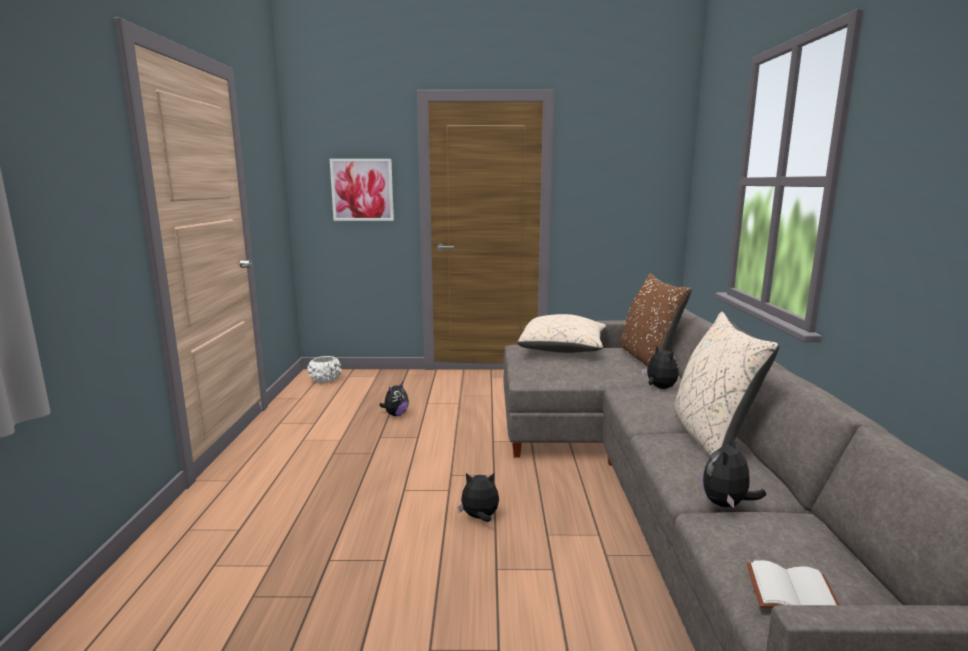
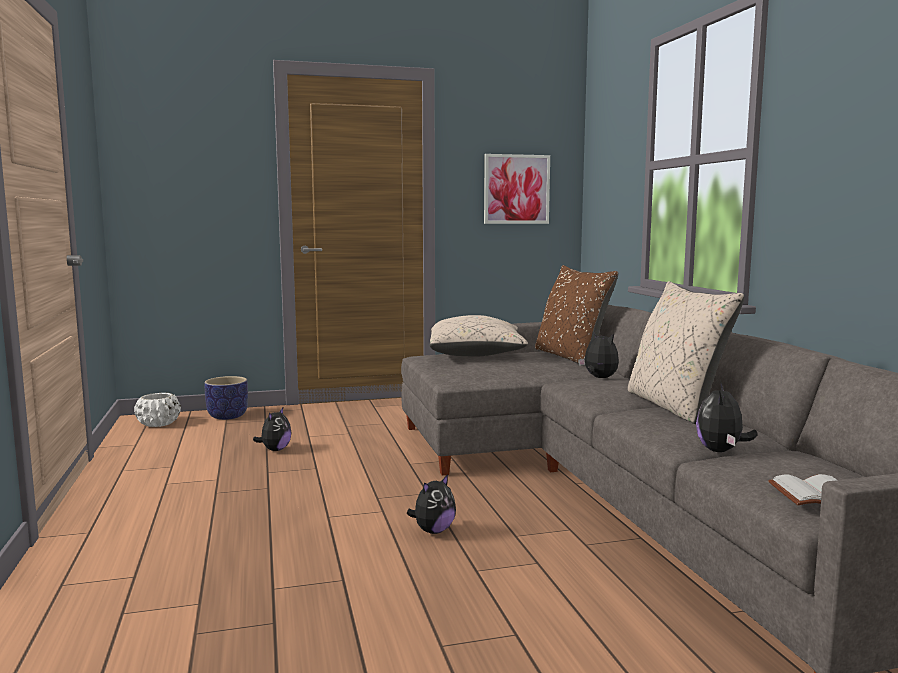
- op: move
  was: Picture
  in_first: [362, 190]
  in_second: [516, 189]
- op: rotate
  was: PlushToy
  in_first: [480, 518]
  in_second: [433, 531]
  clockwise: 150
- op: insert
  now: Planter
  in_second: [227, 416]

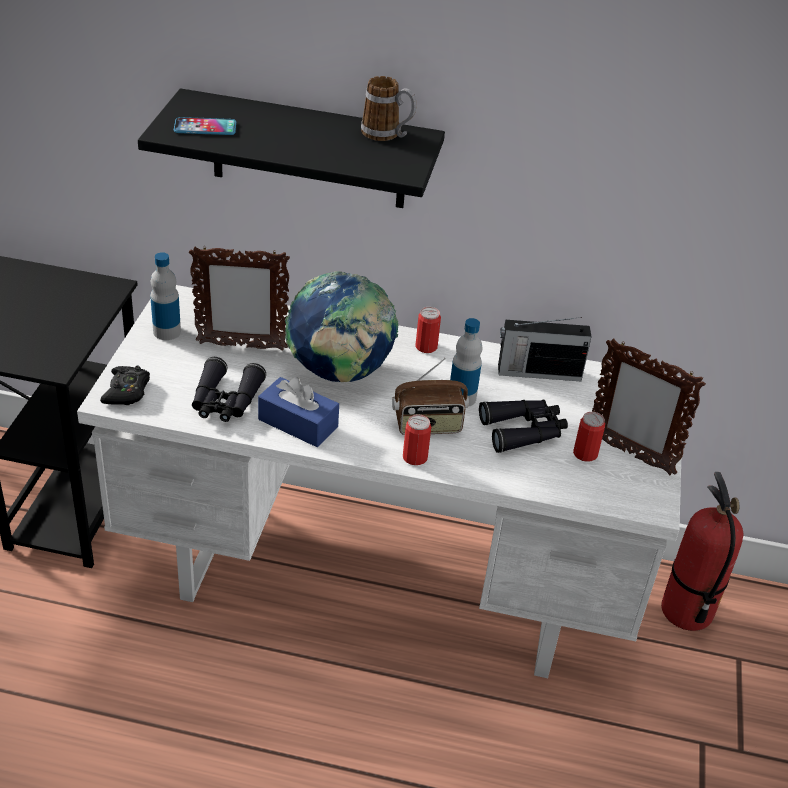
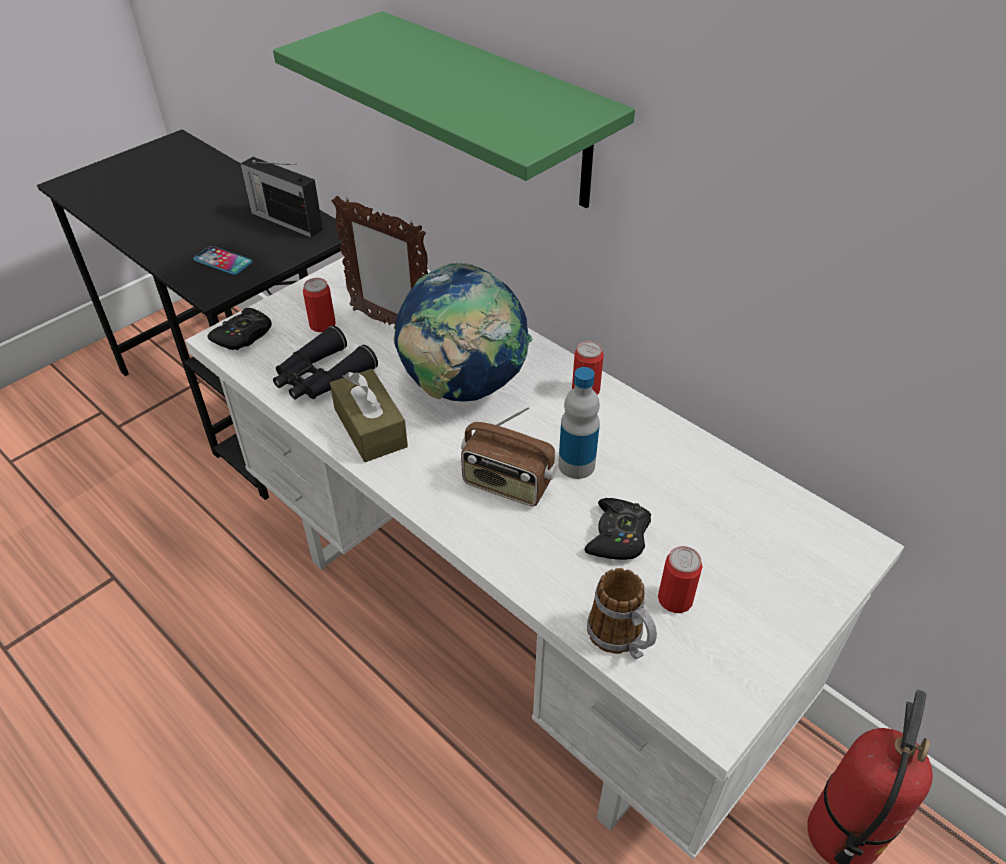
- op: recolor
  was: BlackShelf
  now: GreenShelf
  in_first: [309, 150]
  in_second: [497, 111]
- op: delete
  was: Bottle
  in_first: [167, 331]
- op: move
  was: Phone
  in_first: [205, 127]
  in_second: [223, 261]
- op: recolor
  was: BlueTissueBox
  now: BrownTissueBox
  in_first: [298, 423]
  in_second: [370, 428]
- op: move
  was: Mug
  in_first: [387, 135]
  in_second: [621, 640]
- op: move
  was: Can
  in_first: [415, 457]
  in_second: [322, 325]
- op: replace
  was: BlackBinoculars
  now: BlackGameController
  in_first: [523, 431]
  in_second: [618, 536]
- op: move
  was: Radio
  in_first: [537, 372]
  in_second: [285, 220]
- op: delete
  was: PictureFrame
  in_first: [630, 454]

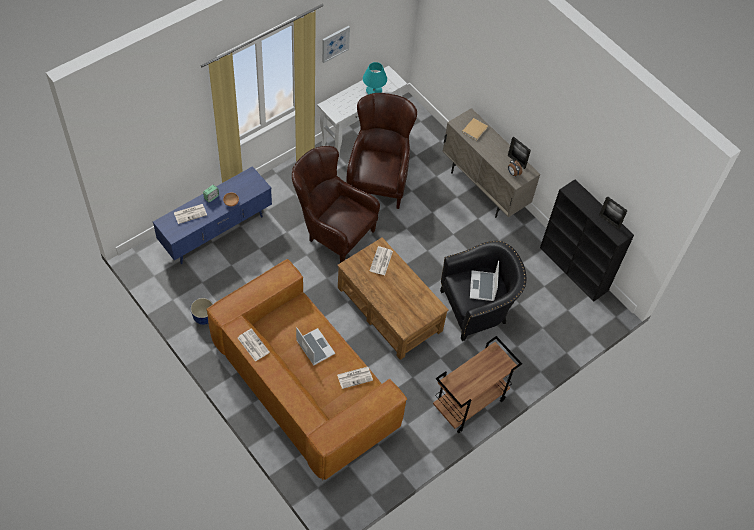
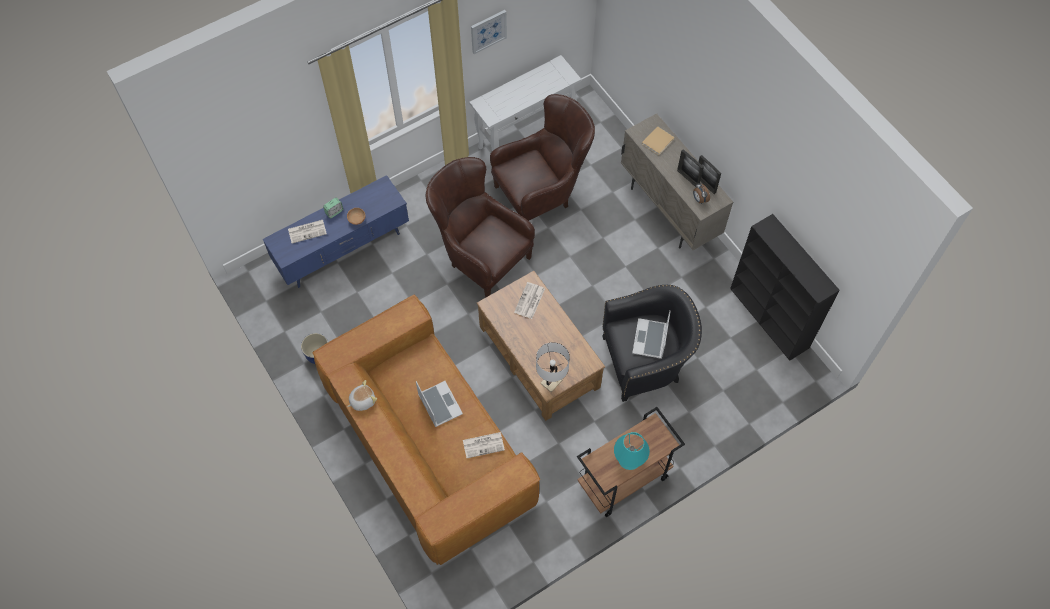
- op: replace
  was: Newspaper
  now: PlushToy
  in_first: [253, 345]
  in_second: [362, 400]
- op: rotate
  was: BrownArmchair
  in_first: [378, 179]
  in_second: [542, 193]
  clockwise: 45
- op: move
  was: TurquoiseTableLamp
  in_first: [373, 91]
  in_second: [629, 459]
- op: move
  was: PictureFrame
  in_first: [609, 221]
  in_second: [687, 178]
- op: insert
  now: WhiteTableLamp
  in_second: [551, 382]

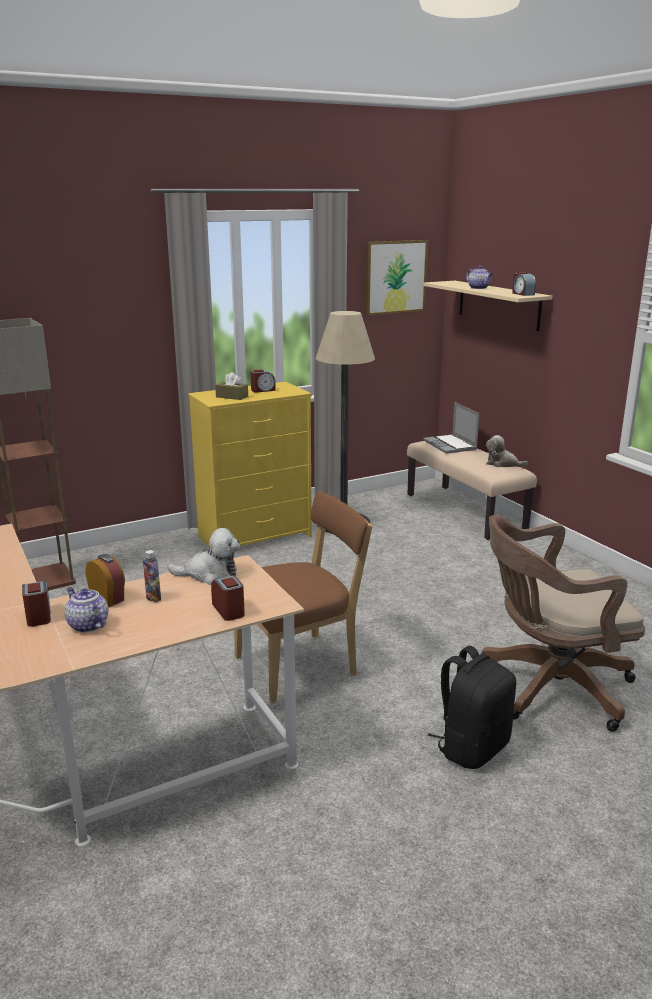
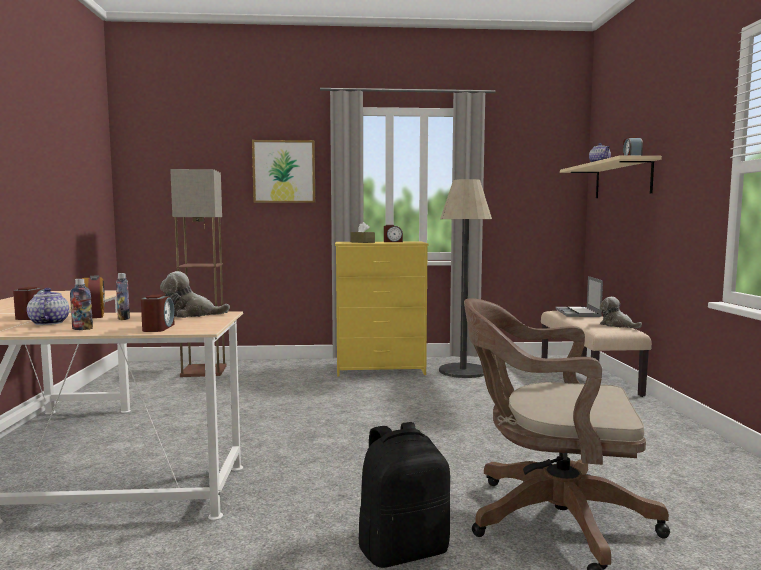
- op: rotate
  was: PlushToy
  in_first: [210, 574]
  in_second: [191, 315]
  clockwise: 150
- op: delete
  was: BrownChair
  in_first: [301, 665]
- op: move
  was: Picture
  in_first: [395, 277]
  in_second: [284, 171]
- op: insert
  now: Bottle
  in_second: [82, 329]

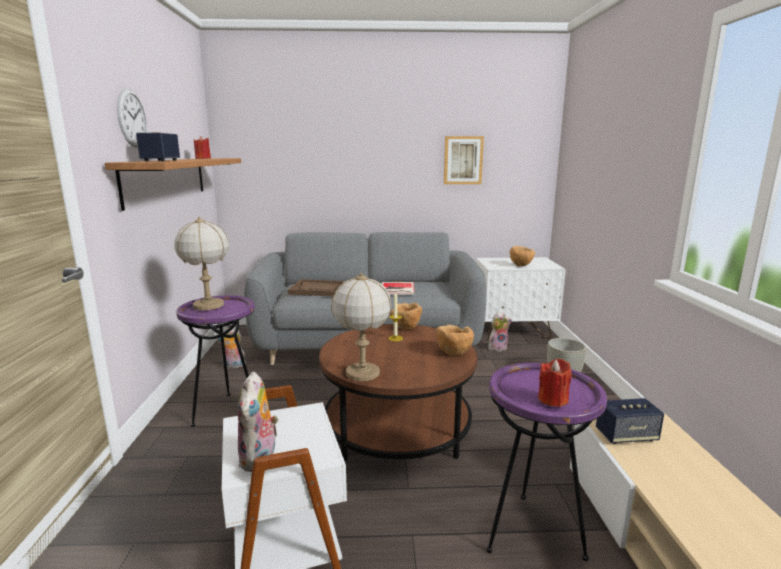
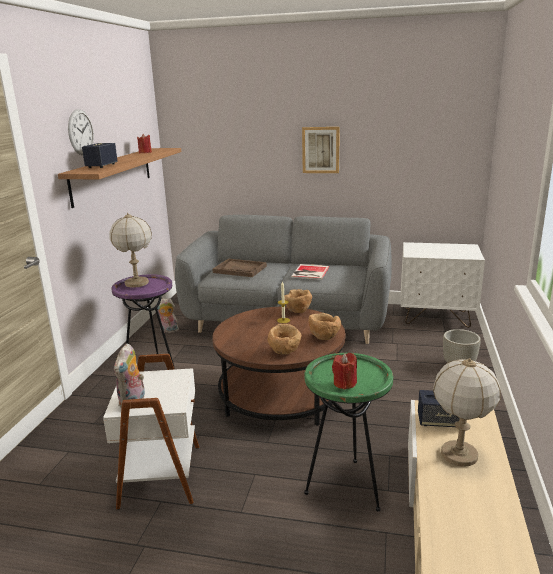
- op: move
  was: TableLamp
  in_first: [362, 373]
  in_second: [459, 454]
- op: move
  was: Picture
  in_first: [463, 160]
  in_second: [321, 150]
- op: recolor
  was: PurpleSideTable
  now: GreenSideTable
  in_first: [531, 534]
  in_second: [346, 487]
- op: delete
  was: PlushToy
  in_first: [497, 348]
- op: move
  was: BrownBowl
  in_first: [521, 266]
  in_second: [285, 352]

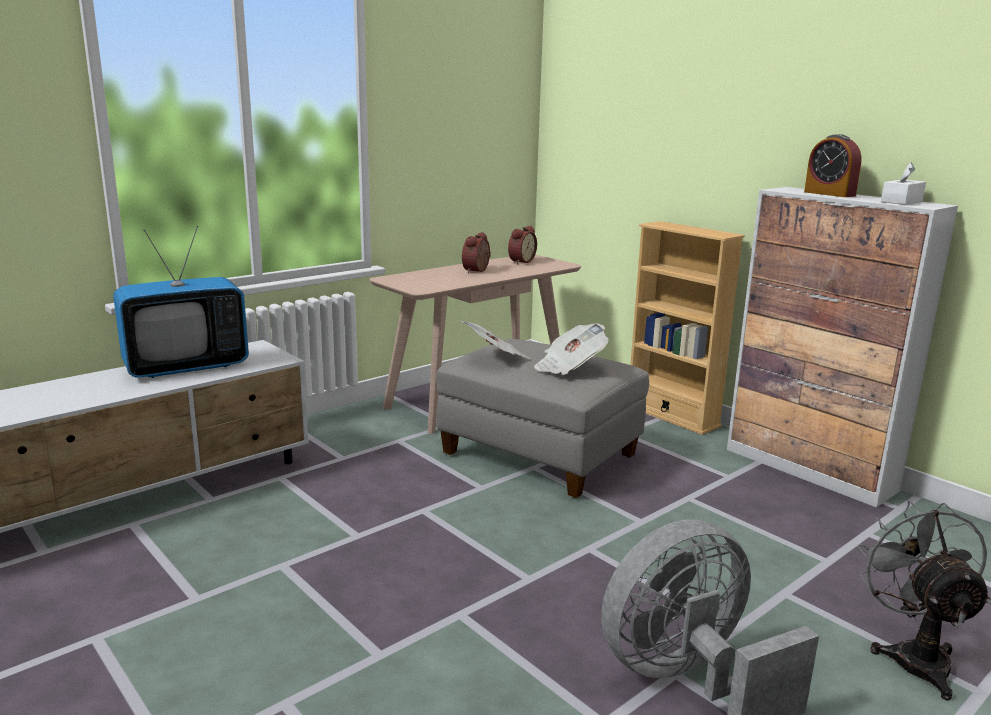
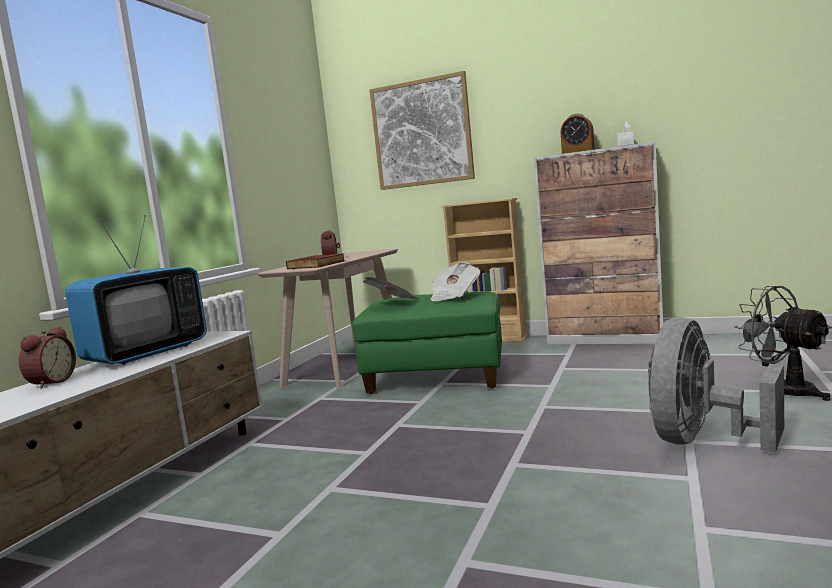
- op: recolor
  was: GreyOttoman
  now: GreenOttoman
  in_first: [541, 455]
  in_second: [437, 376]
- op: move
  was: AlarmClock
  in_first: [520, 261]
  in_second: [50, 383]
- op: insert
  now: Book
  in_second: [317, 265]
- op: insert
  now: Picture
  in_second: [422, 133]

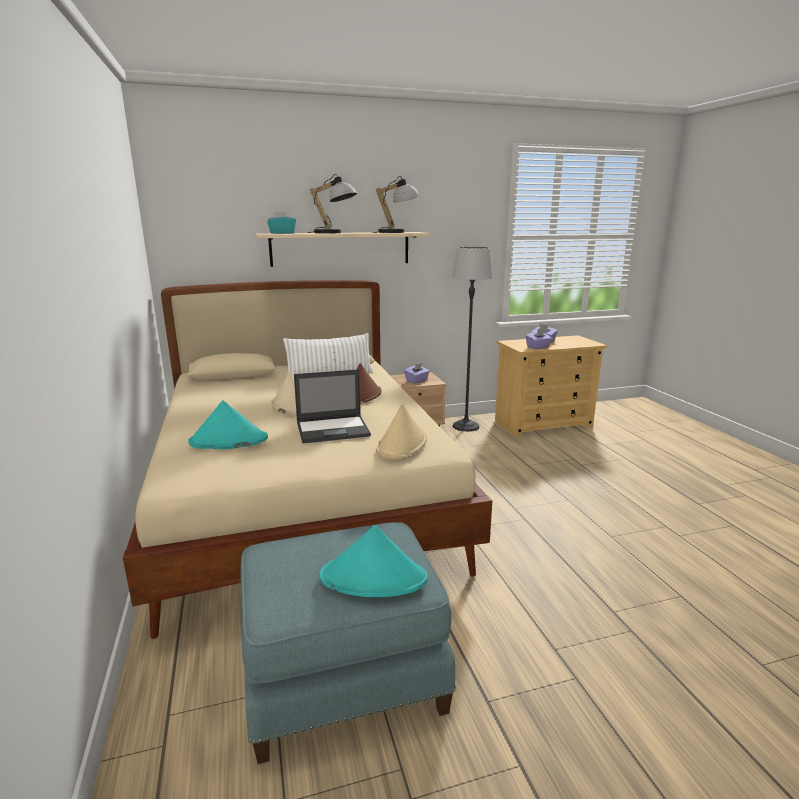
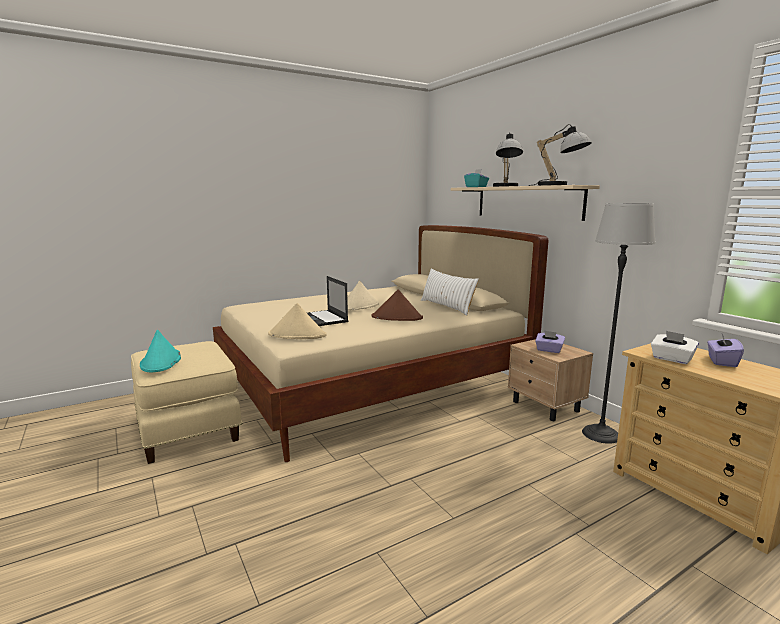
- op: delete
  was: TurquoiseHat
  in_first: [228, 441]
- op: recolor
  was: BlueOttoman
  now: BeigeOttoman
  in_first: [343, 675]
  in_second: [189, 428]
- op: recolor
  was: PurpleTissueBox
  now: WhiteTissueBox
  in_first: [538, 347]
  in_second: [671, 359]

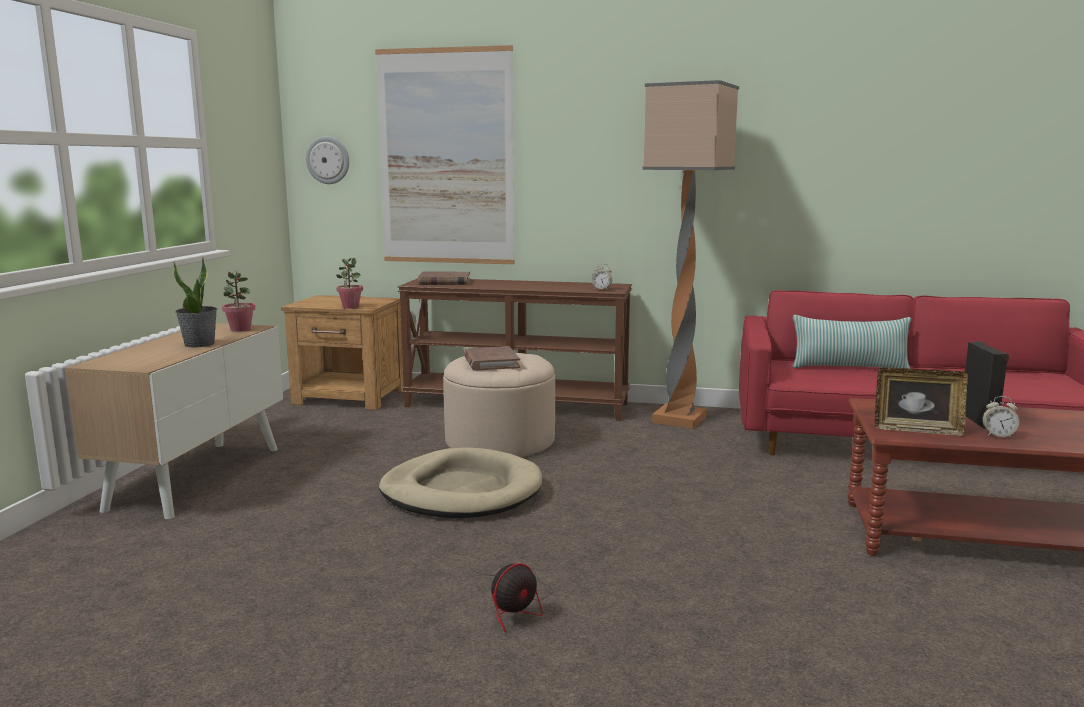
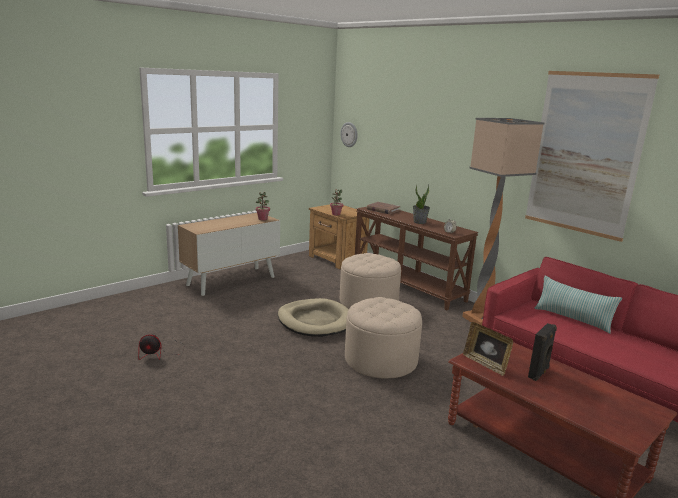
- op: move
  was: PottedPlant
  in_first: [200, 344]
  in_second: [419, 222]
- op: move
  was: Picture
  in_first: [446, 158]
  in_second: [585, 154]
- op: delete
  was: BrownBook
  in_first: [491, 362]
- op: move
  was: Fan
  in_first: [516, 605]
  in_second: [160, 353]
- op: delete
  was: AlarmClock
  in_first: [998, 435]
- op: insert
  now: BeigeOttoman
  in_second: [380, 360]

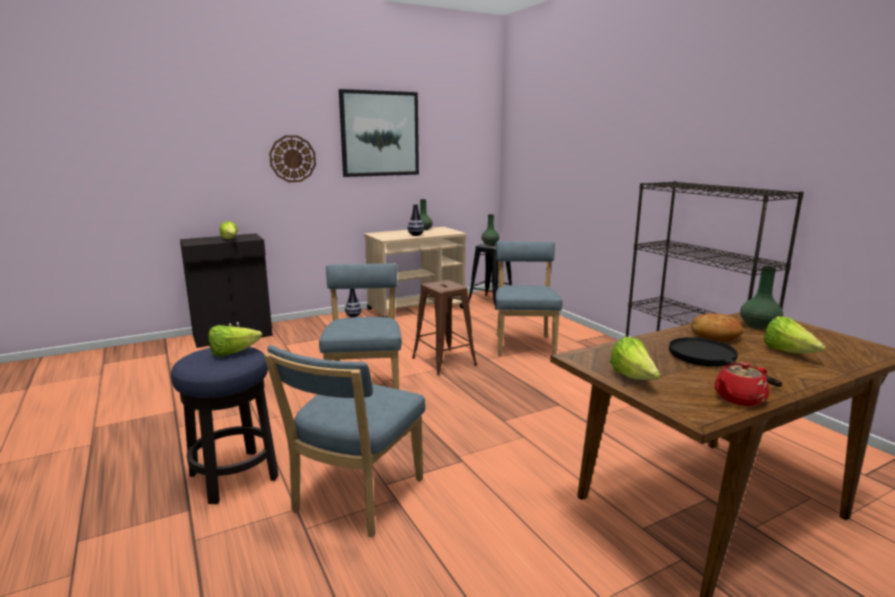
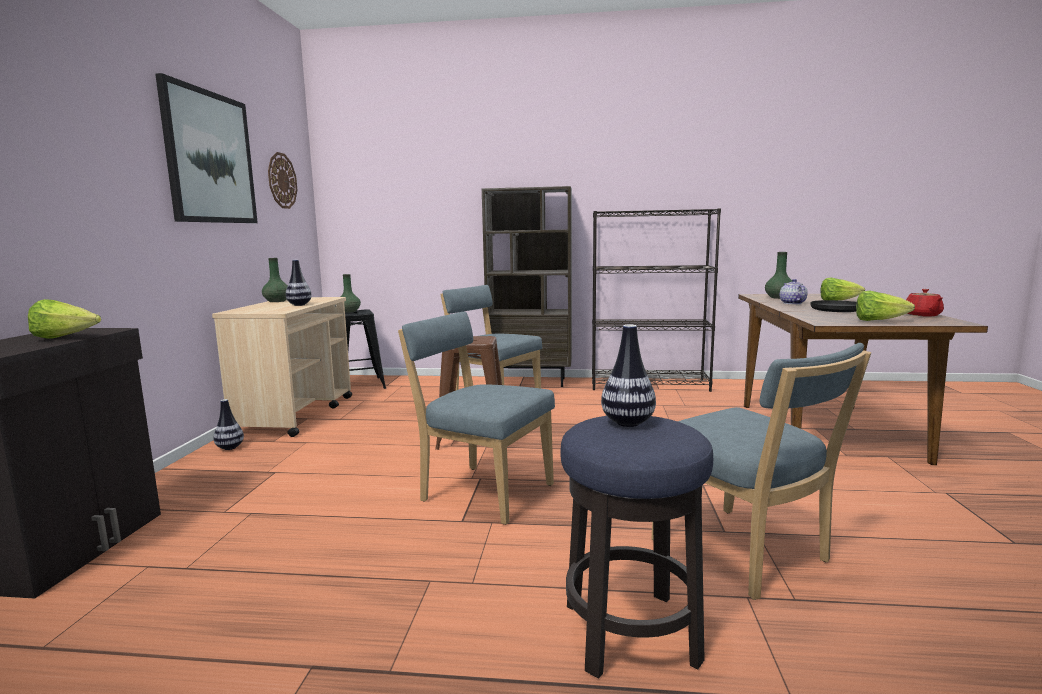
- op: replace
  was: Lettuce
  now: Vase
  in_first: [232, 353]
  in_second: [627, 423]
- op: move
  was: WallClock
  in_first: [292, 159]
  in_second: [282, 180]
- op: replace
  was: Bread
  now: Teapot
  in_first: [715, 335]
  in_second: [792, 303]
- op: insert
  now: BrownBookcase
  in_second: [531, 382]

